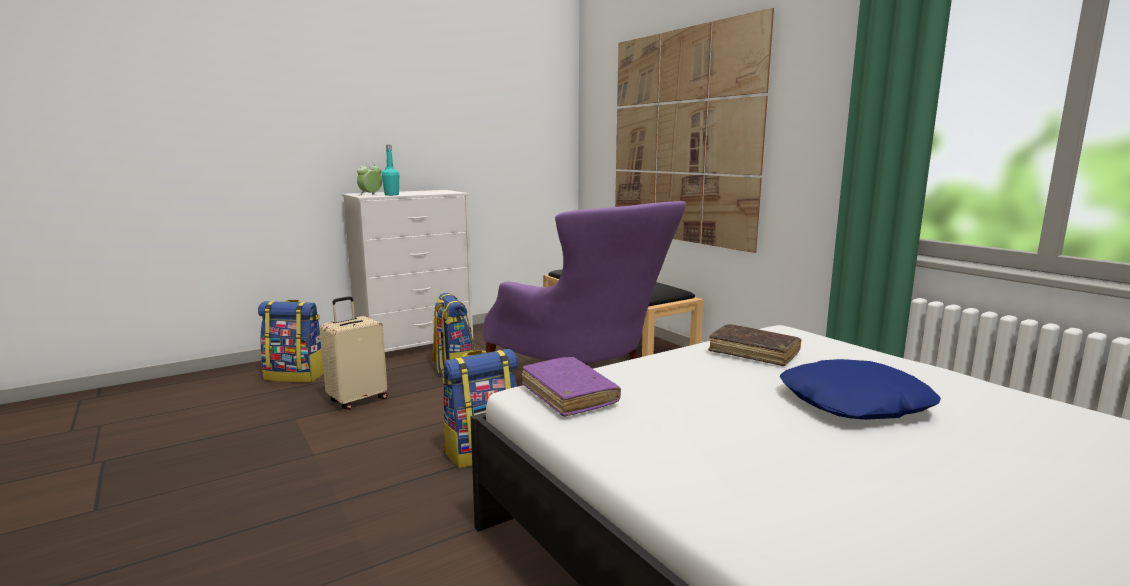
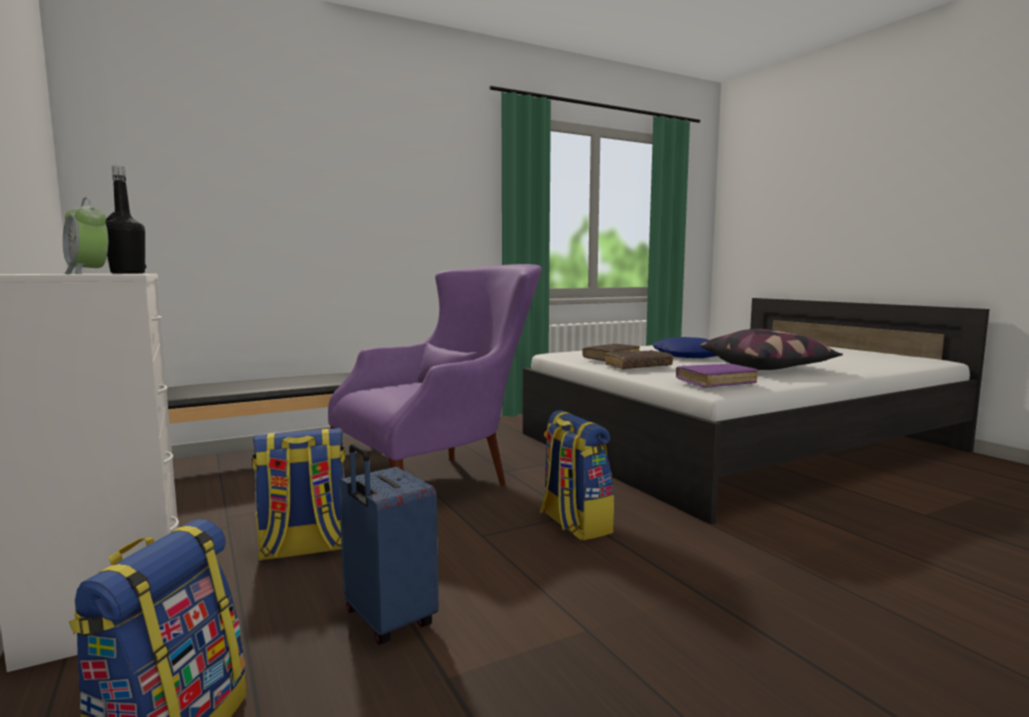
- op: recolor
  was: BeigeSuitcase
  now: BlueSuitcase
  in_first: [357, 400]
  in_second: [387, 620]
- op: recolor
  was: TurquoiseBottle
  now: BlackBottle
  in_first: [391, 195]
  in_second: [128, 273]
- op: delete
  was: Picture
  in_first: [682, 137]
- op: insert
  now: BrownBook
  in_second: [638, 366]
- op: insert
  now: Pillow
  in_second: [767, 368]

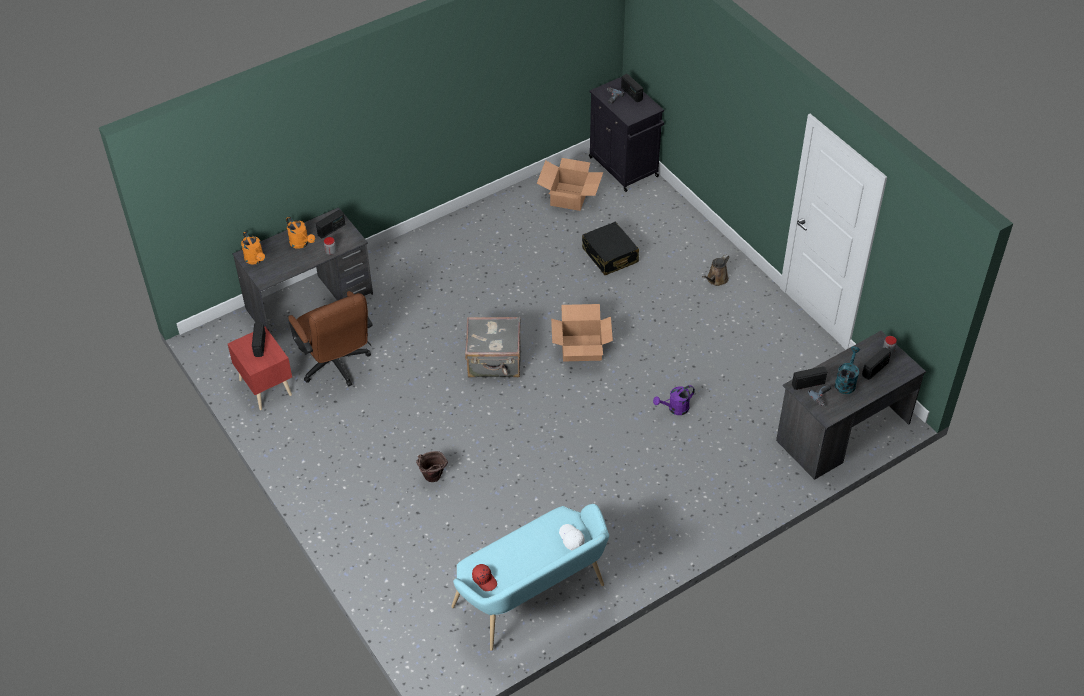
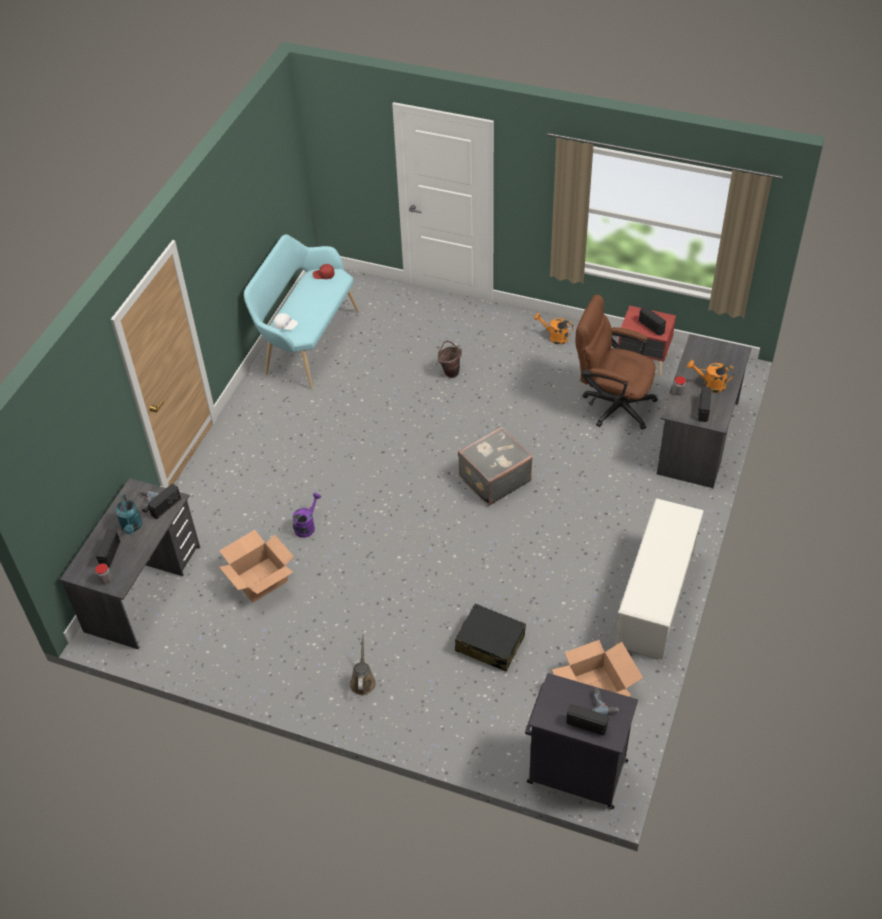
- op: move
  was: OrangeWateringCan
  in_first: [255, 260]
  in_second: [554, 337]
- op: move
  was: CardboardBox
  in_first: [581, 348]
  in_second: [260, 579]
- op: insert
  now: WhiteShoeRack
  in_second: [655, 599]

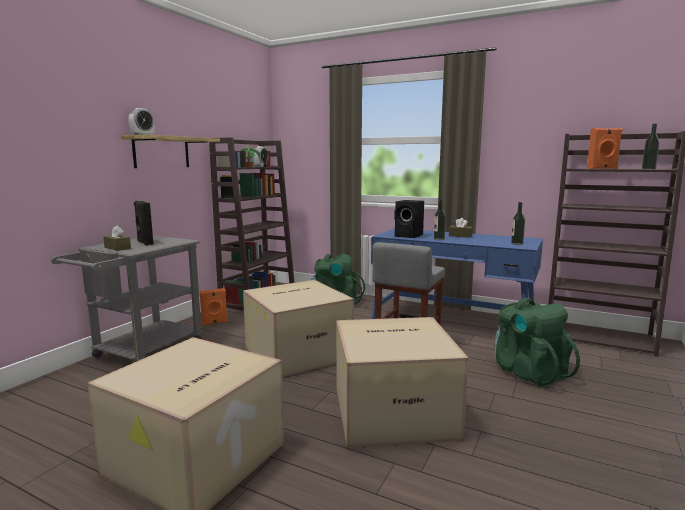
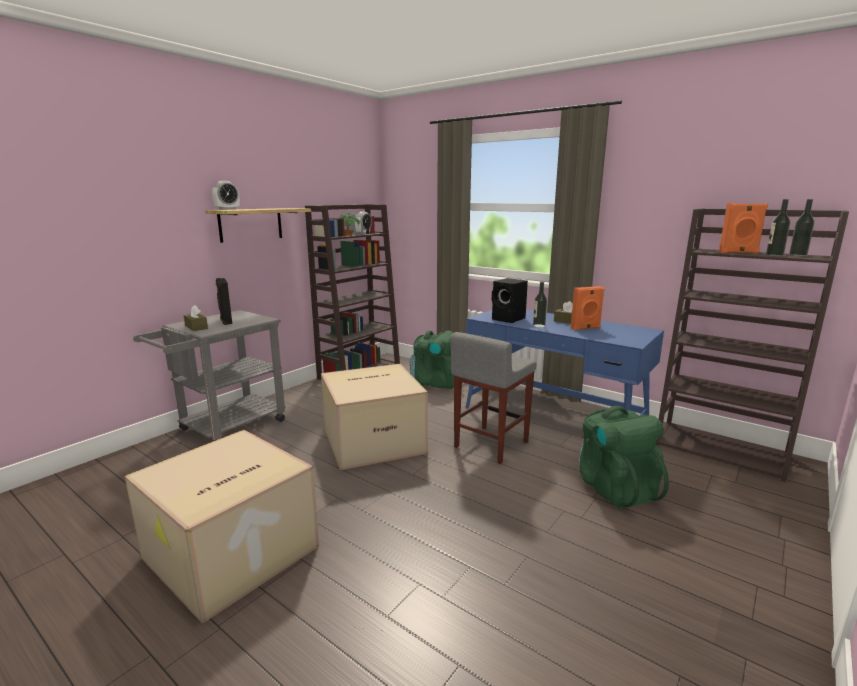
- op: move
  was: OrangeSpeaker
  in_first: [214, 323]
  in_second: [586, 328]
- op: delete
  was: CardboardBox
  in_first: [394, 411]
- op: move
  was: Bottle
  in_first: [517, 244]
  in_second: [774, 255]

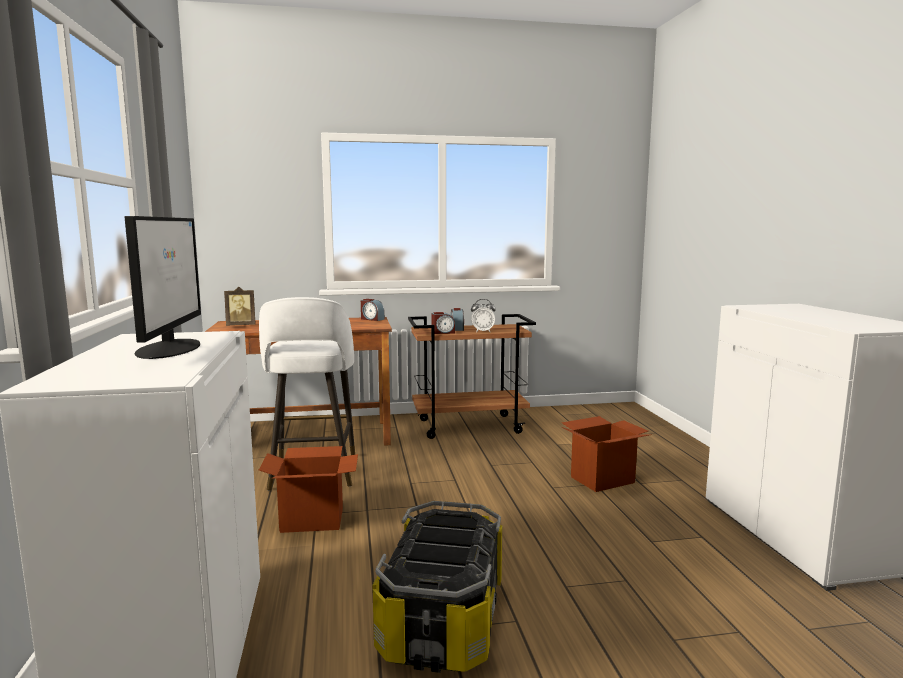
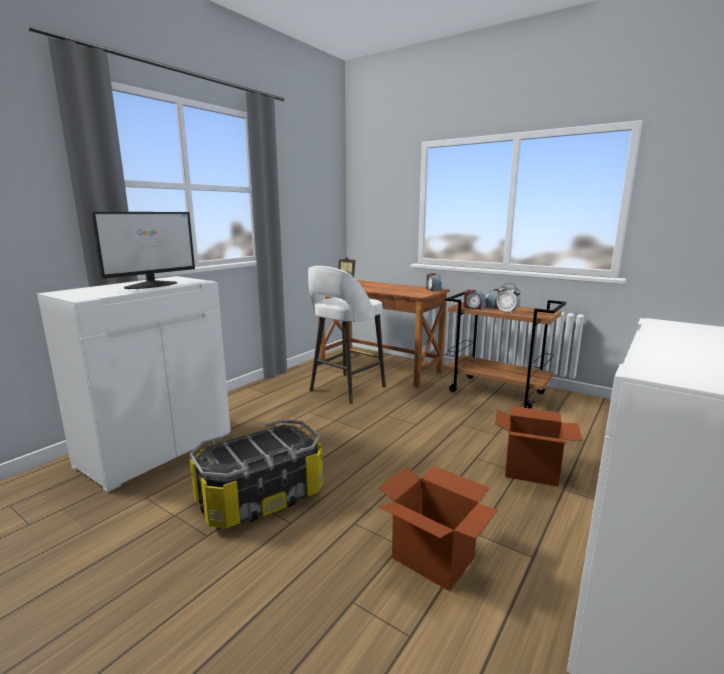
- op: move
  was: CardboardBox
  in_first: [312, 520]
  in_second: [433, 558]

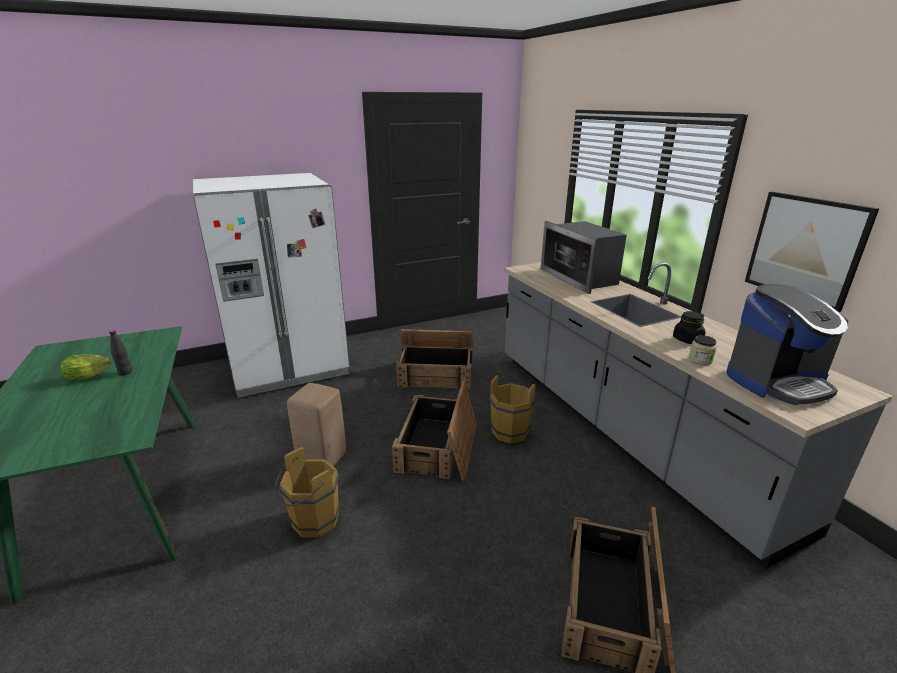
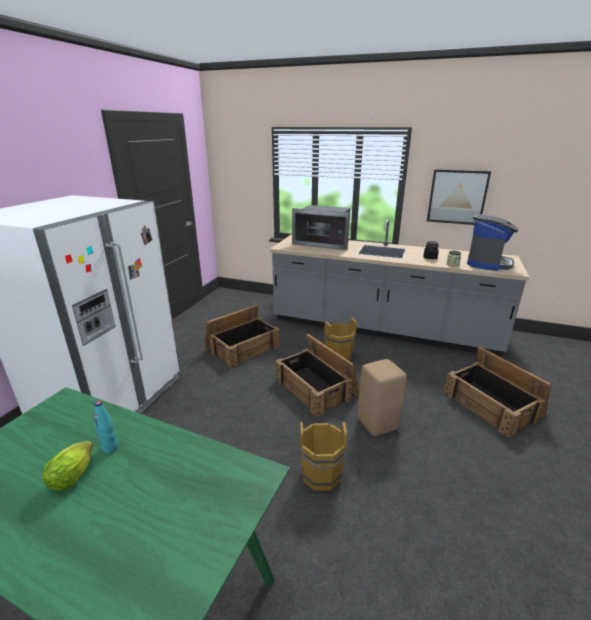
- op: recolor
  was: BlackBottle
  now: TurquoiseBottle
  in_first: [125, 372]
  in_second: [110, 447]
- op: move
  was: BeigeStool
  in_first: [322, 460]
  in_second: [378, 424]

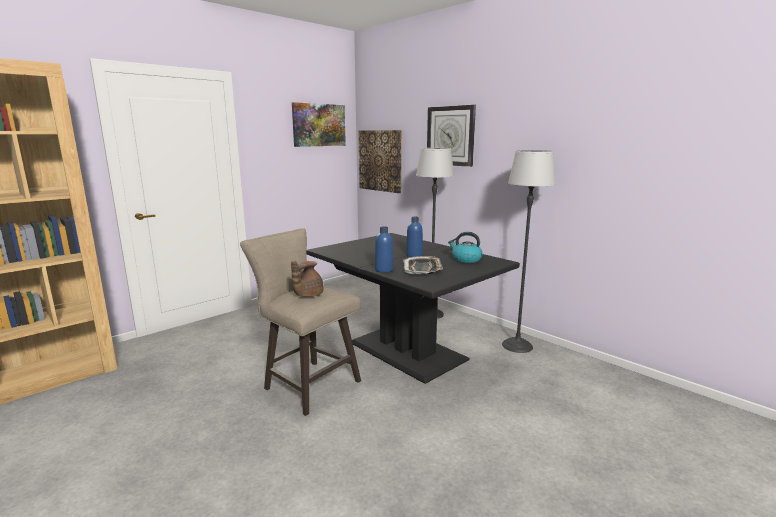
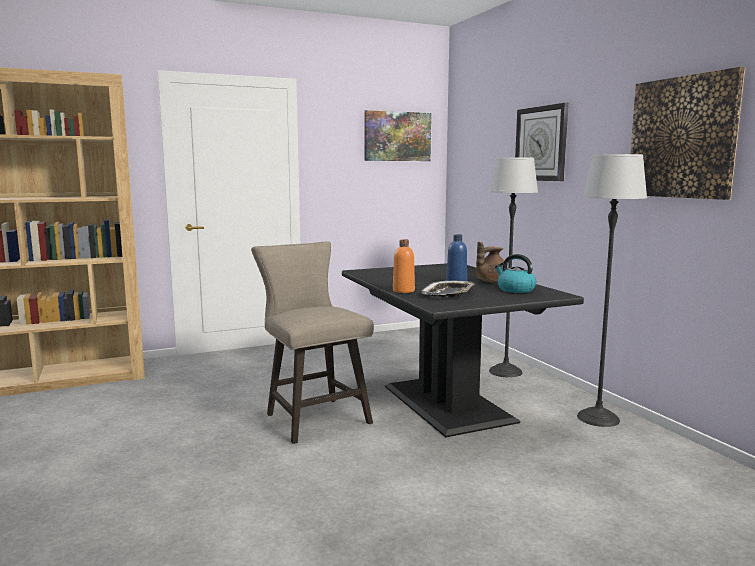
- op: move
  was: BrownTeapot
  in_first: [307, 295]
  in_second: [490, 281]
- op: move
  was: Picture
  in_first: [380, 160]
  in_second: [682, 137]
- op: recolor
  was: BlueBottle
  now: OrangeBottle
  in_first: [384, 270]
  in_second: [403, 291]

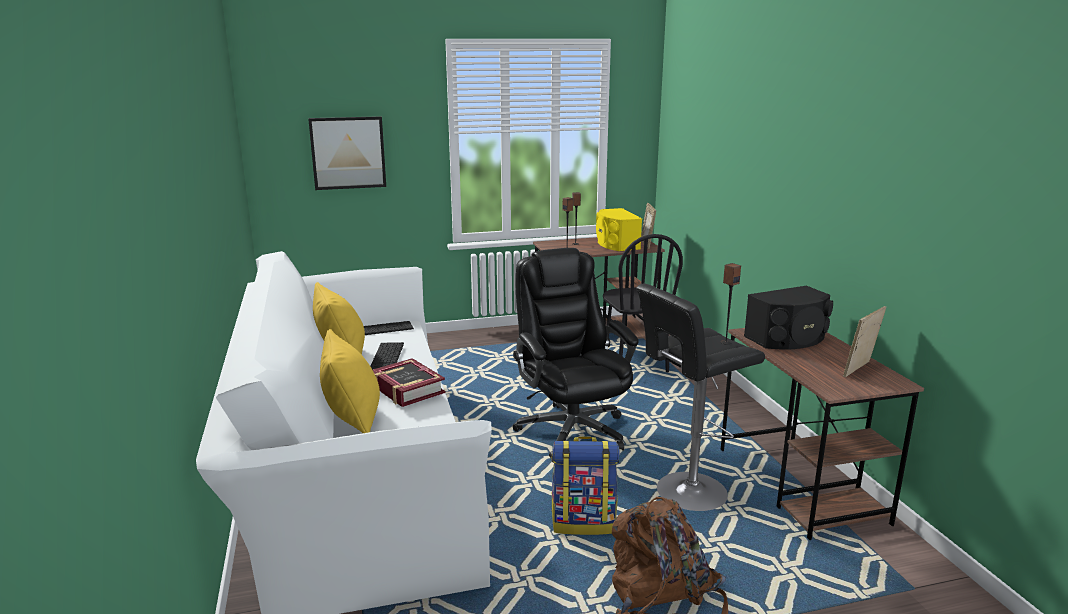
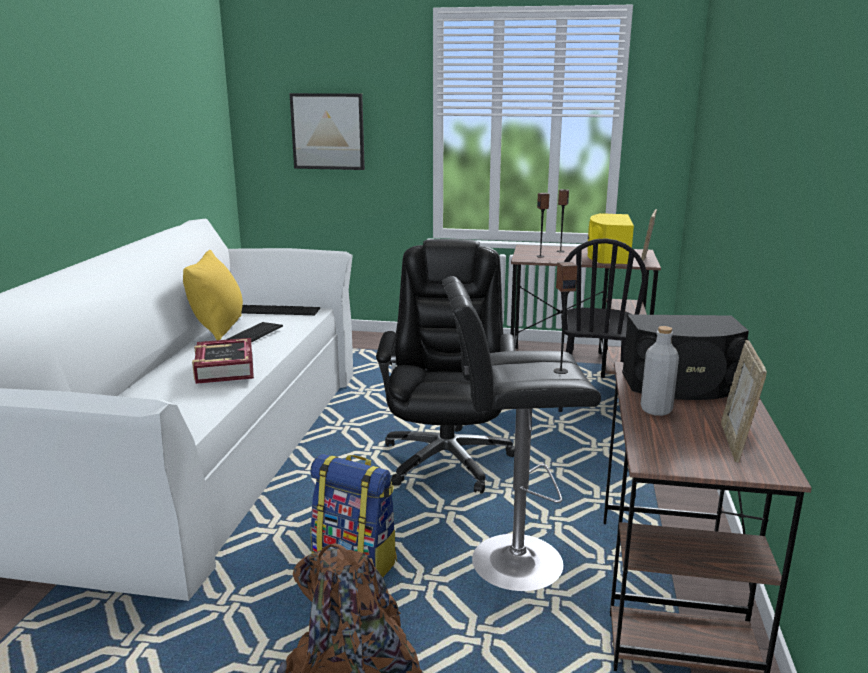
- op: delete
  was: YellowPillow
  in_first: [353, 418]
- op: rotate
  was: PictureFrame
  in_first: [860, 370]
  in_second: [735, 443]
  clockwise: -60
- op: insert
  now: GreyBottle
  in_second: [656, 410]

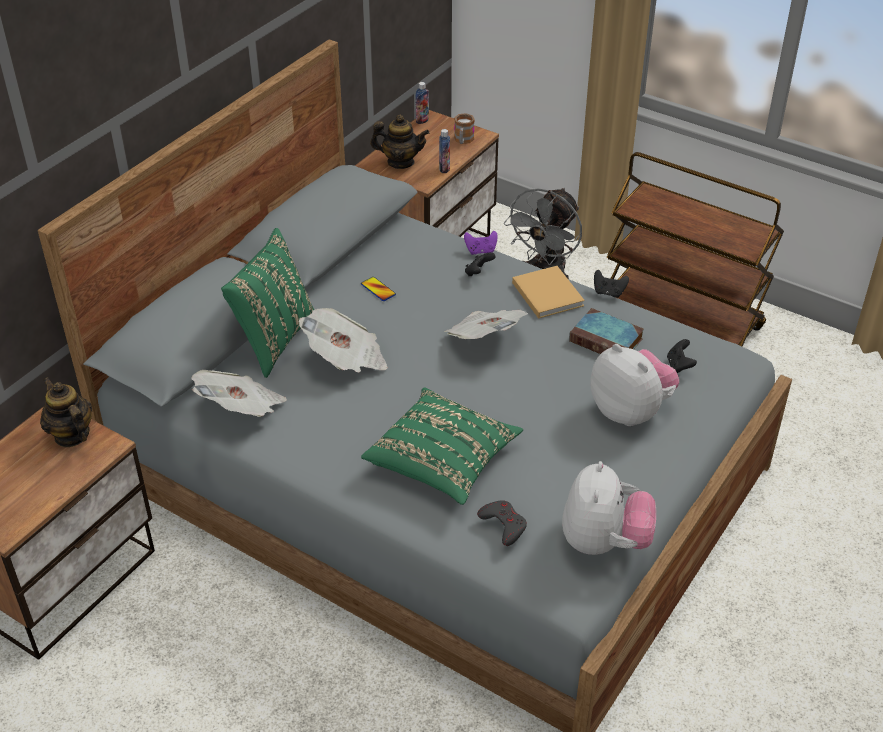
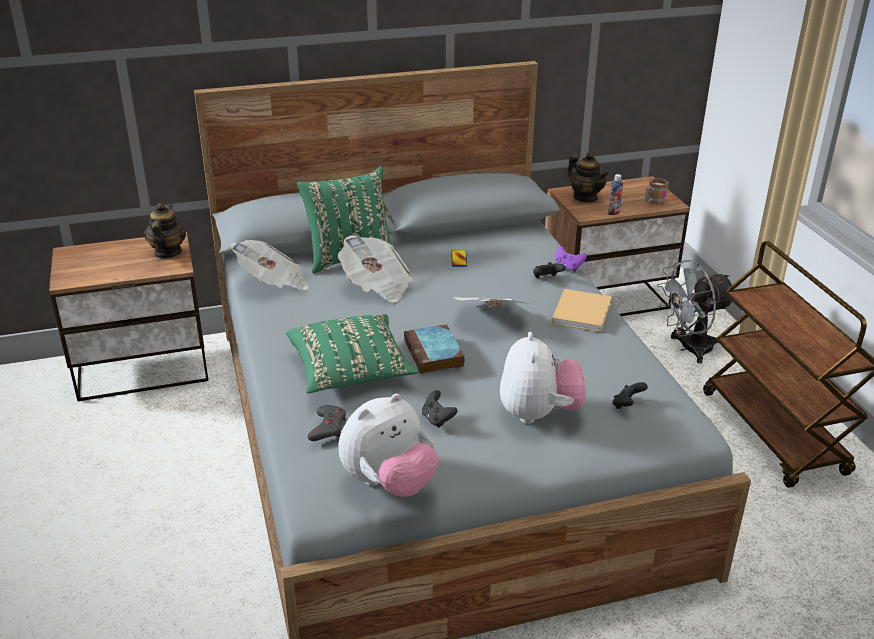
- op: delete
  was: Bottle
  in_first: [422, 120]
- op: move
  was: Book
  in_first: [607, 340]
  in_second: [434, 354]
- op: move
  was: BlackGameController
  in_first: [608, 292]
  in_second: [437, 419]

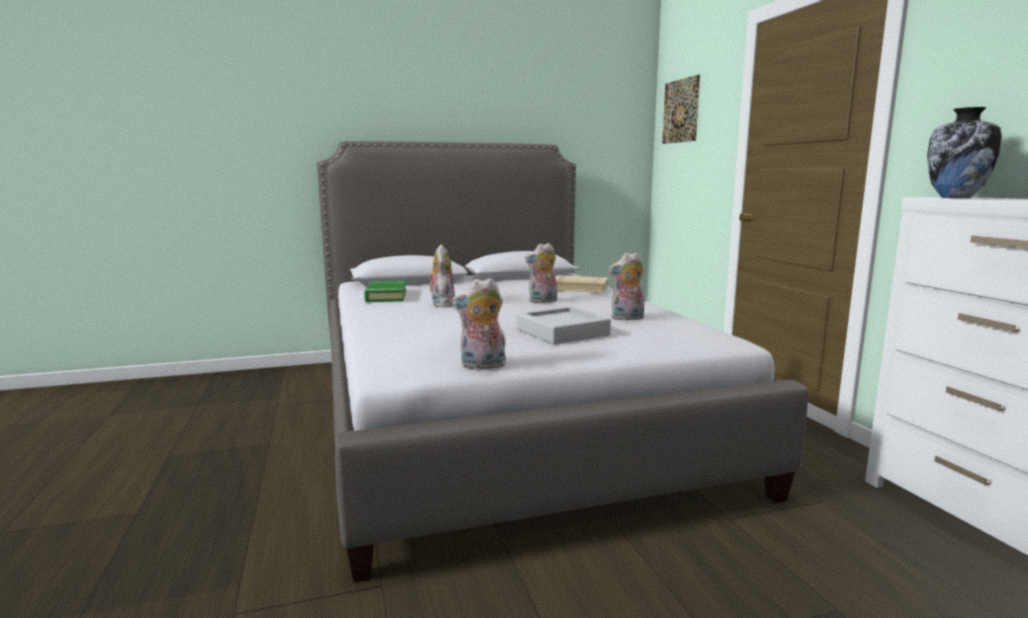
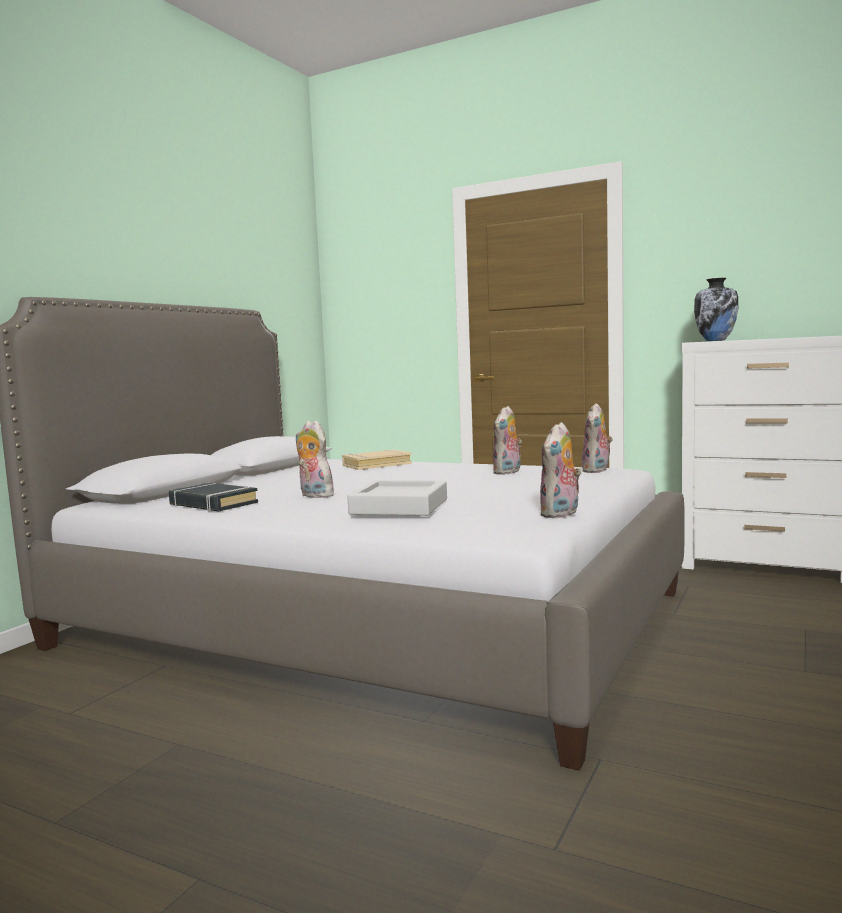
- op: recolor
  was: GreenBook
  now: BlackBook
  in_first: [386, 296]
  in_second: [213, 504]
- op: move
  was: GreyTray
  in_first: [562, 332]
  in_second: [399, 506]
- op: move
  was: PlushToy
  in_first: [543, 301]
  in_second: [597, 471]
- op: delete
  was: Picture
  in_first: [680, 111]

